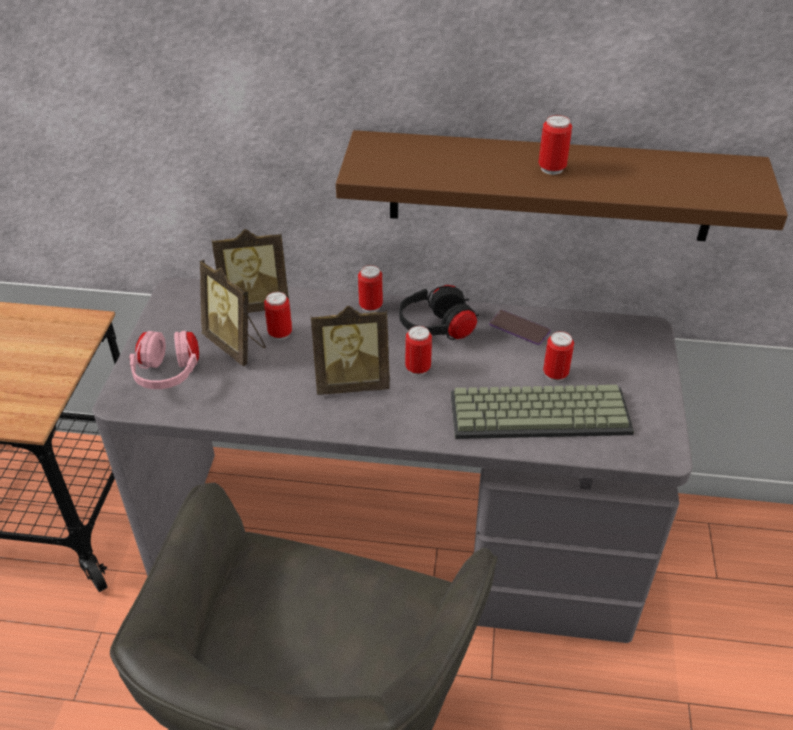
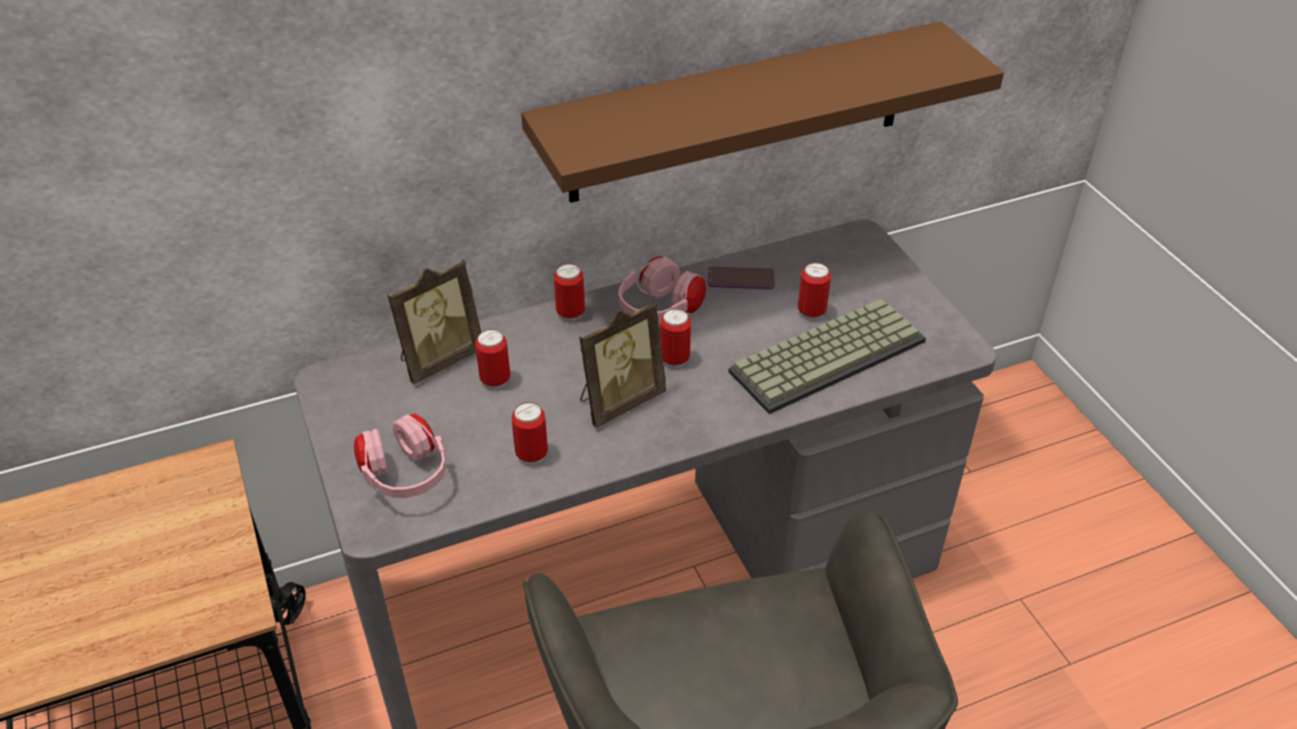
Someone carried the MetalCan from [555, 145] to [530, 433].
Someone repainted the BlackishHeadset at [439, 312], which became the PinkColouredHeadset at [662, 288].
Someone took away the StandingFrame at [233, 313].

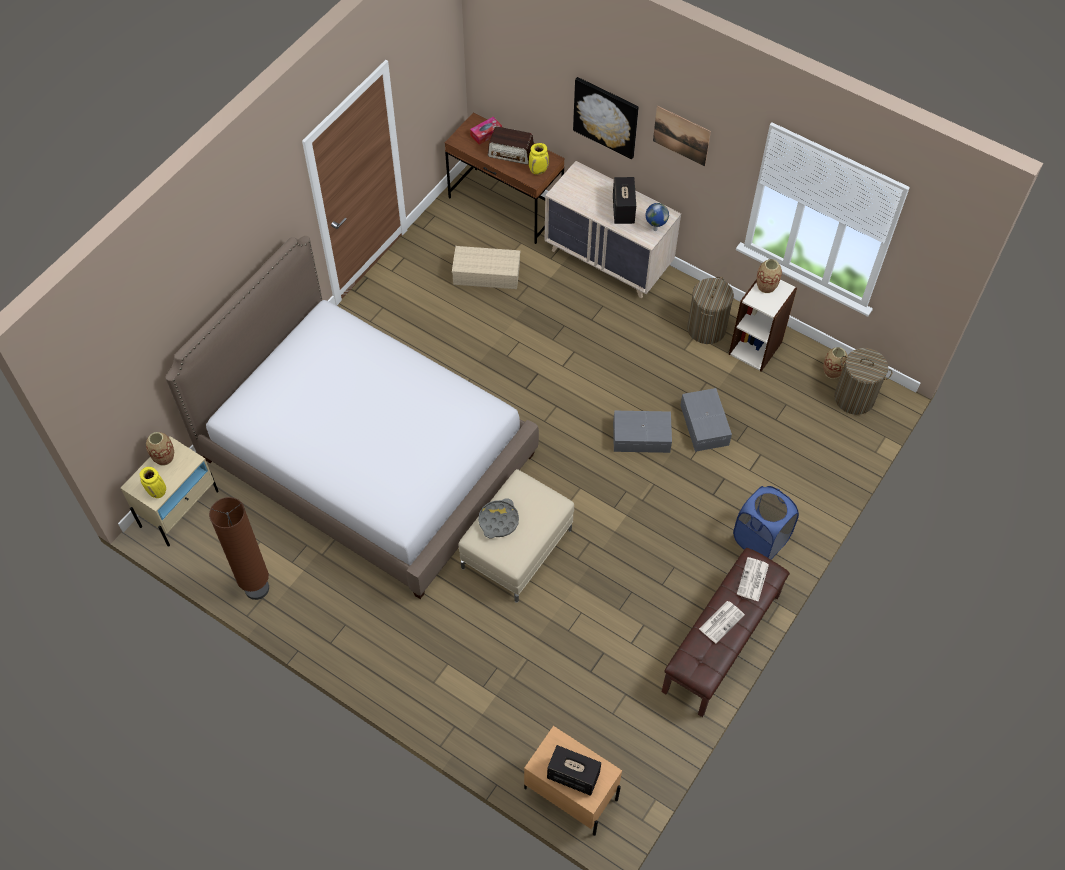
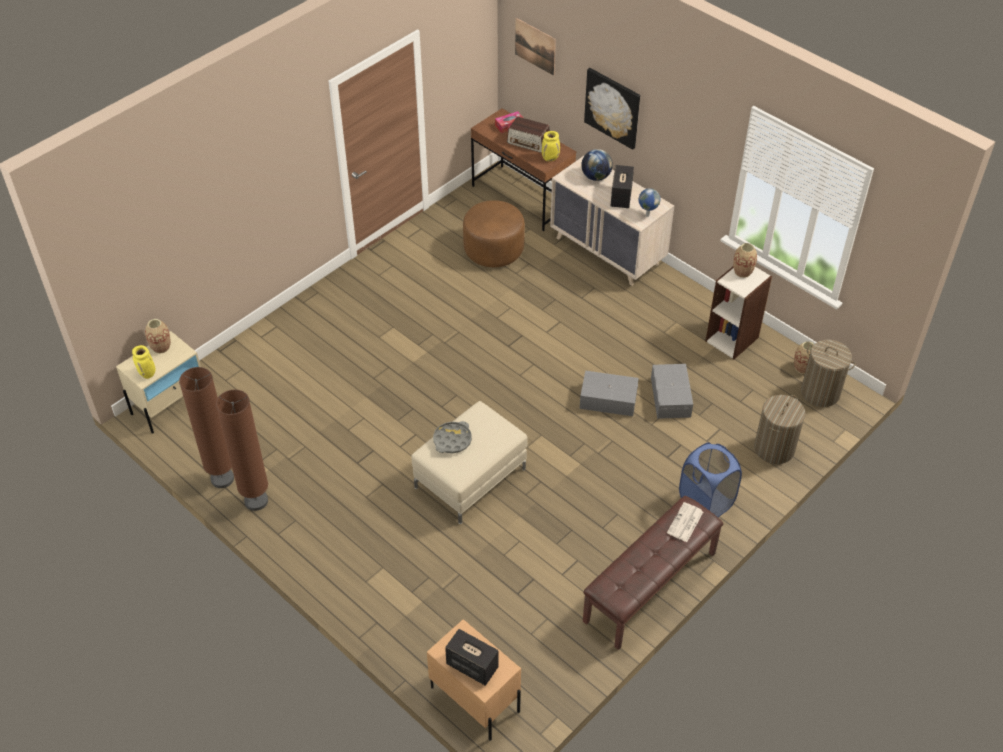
Someone put down the BrownColouredStandardLamp at [242, 450].
Someone swapped the BeigeStorageBox at [486, 267] for the BrownColouredPouffe at [494, 233].
Someone carried the WallArt from [682, 136] to [535, 47].
Someone put down the WorldGlobe at [597, 165].
Someone carried the LaundryBasket from [710, 310] to [779, 429].
Someone took away the SleepingBed at [352, 417].
Someone took away the DailyPaper at [722, 622].

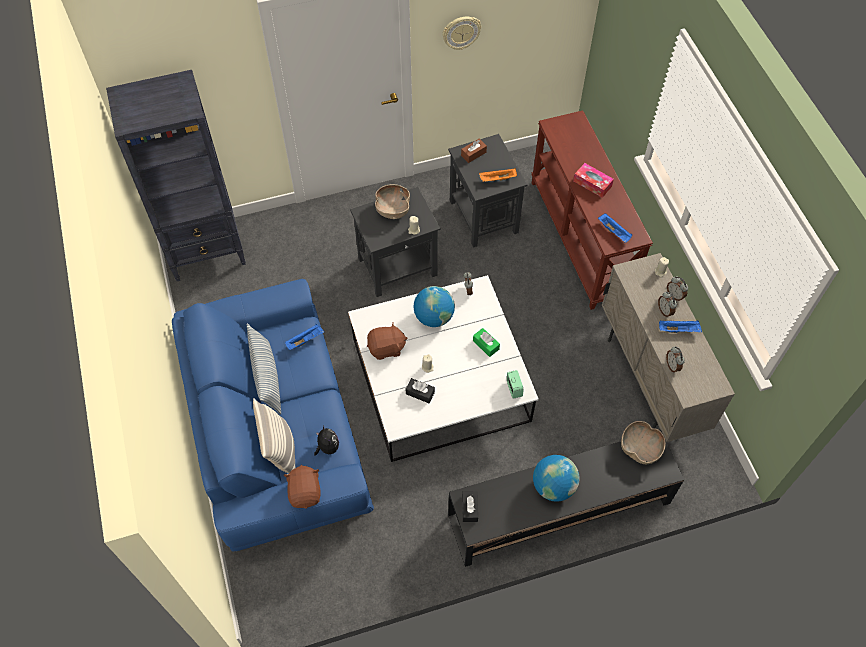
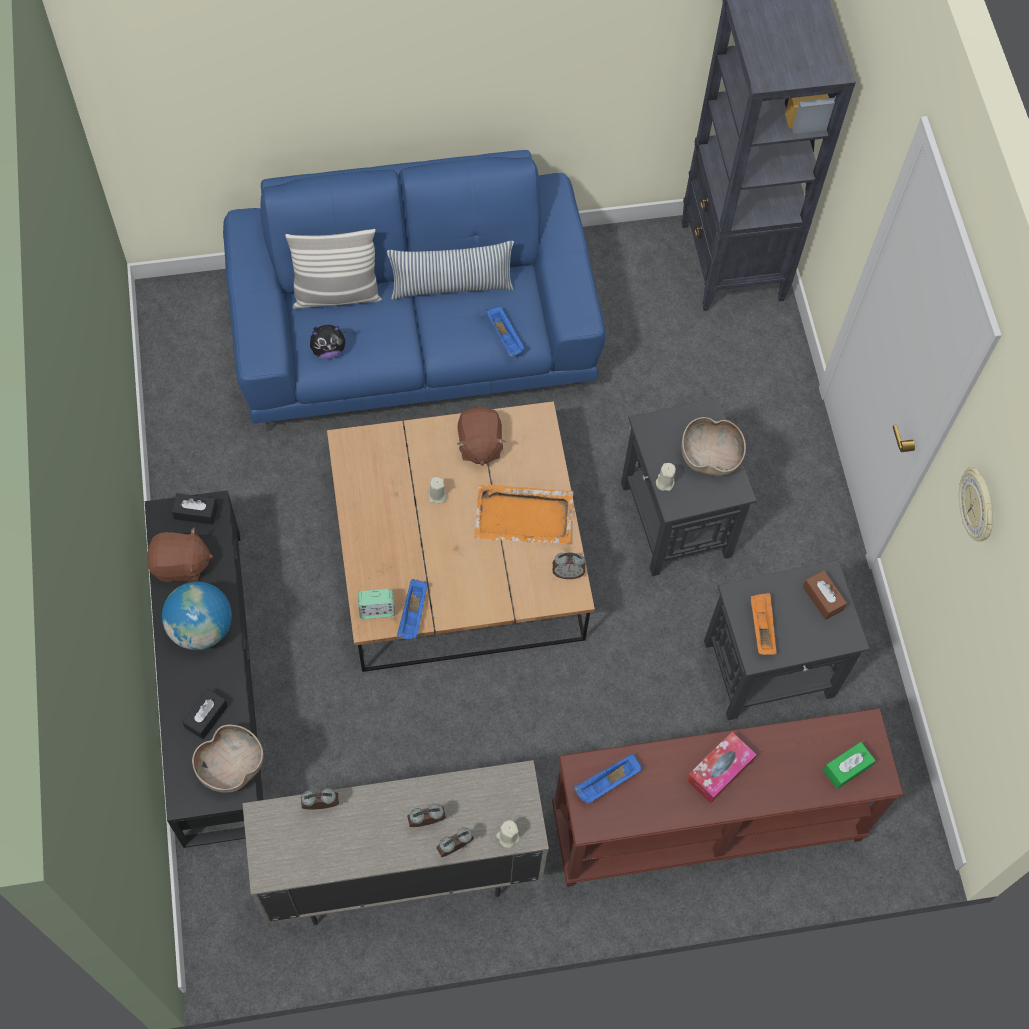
Someone carried the BrownColouredPlushToy from [302, 487] to [180, 554].
Someone carried the BlackishTissueBox from [420, 390] to [205, 714].
Someone repainted the WhiteColouredLowTable at [443, 368], which became the BrownColouredLowTable at [461, 536].
Someone carried the BlueTray from [680, 326] to [412, 609].
Someone swapped the WorldGlobe at [434, 306] for the OrangeyTray at [524, 514].
Someone carried the GreenTissueBox from [486, 342] to [849, 765].

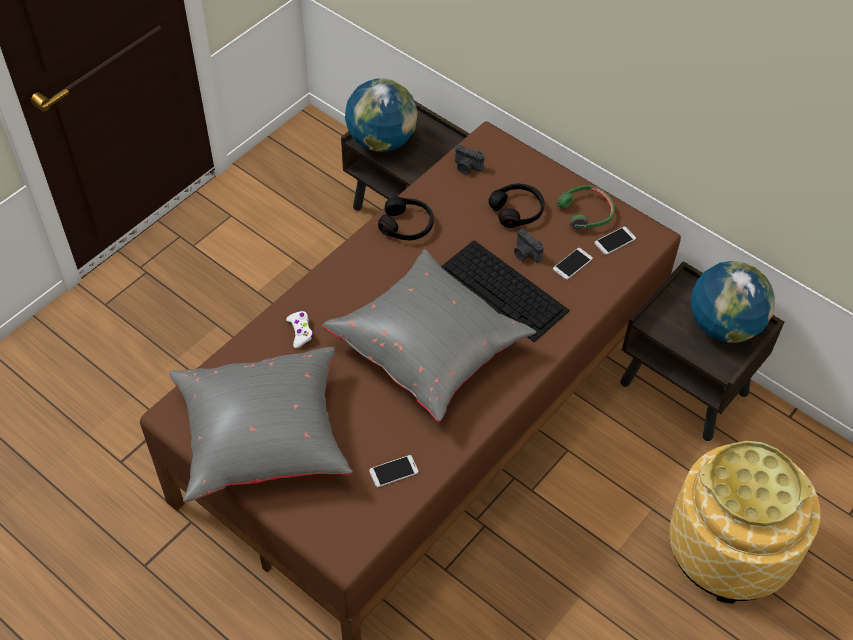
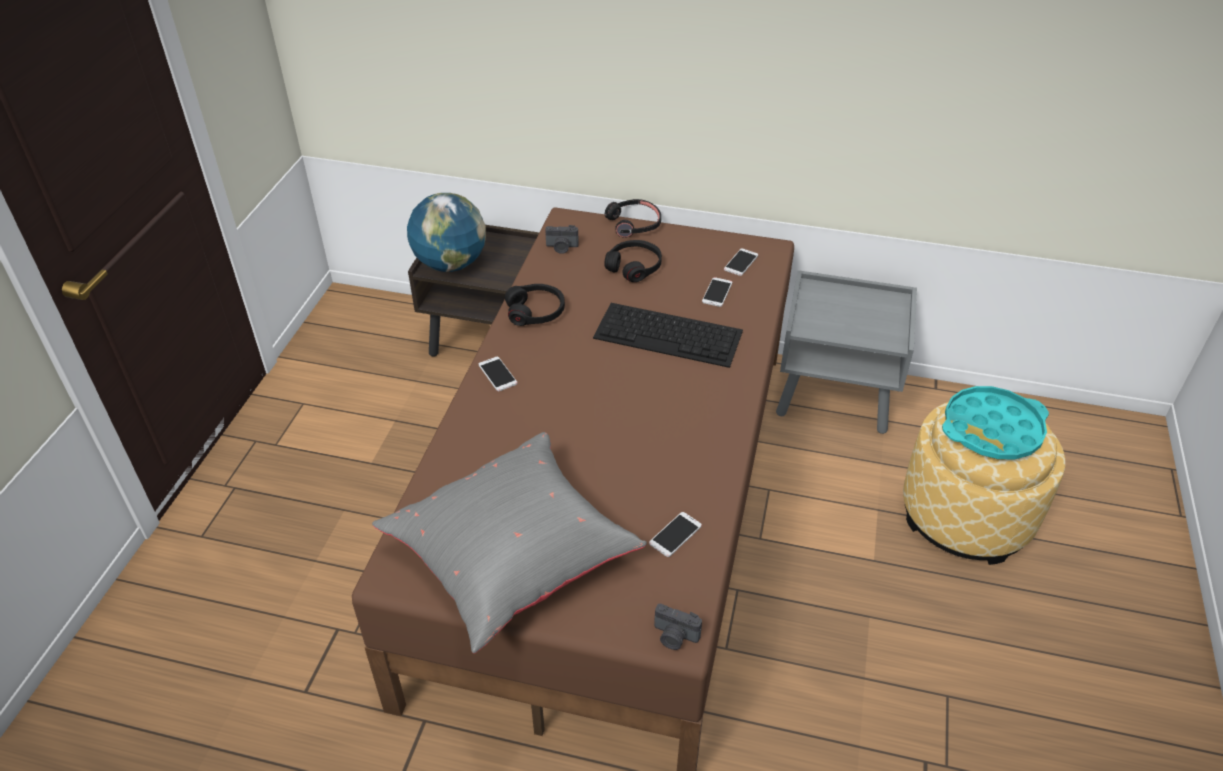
Someone put down the Telephone at [498, 374].
Someone put down the BlackishHeadset at [633, 218].
Someone carried the StillCamera from [529, 246] to [678, 627].
Someone repainted the BrownColouredNightstand at [702, 351], which became the GreyishNightstand at [846, 352].
Someone repainted the YellowColouredTray at [756, 483], which became the TurquoiseTray at [995, 422].
Someone took away the WhiteColouredGamepad at [299, 329].
Someone took away the GreyishCushion at [429, 335].
Someone took away the GreenHeadset at [585, 208].
Someone took away the WorldGlobe at [733, 302].

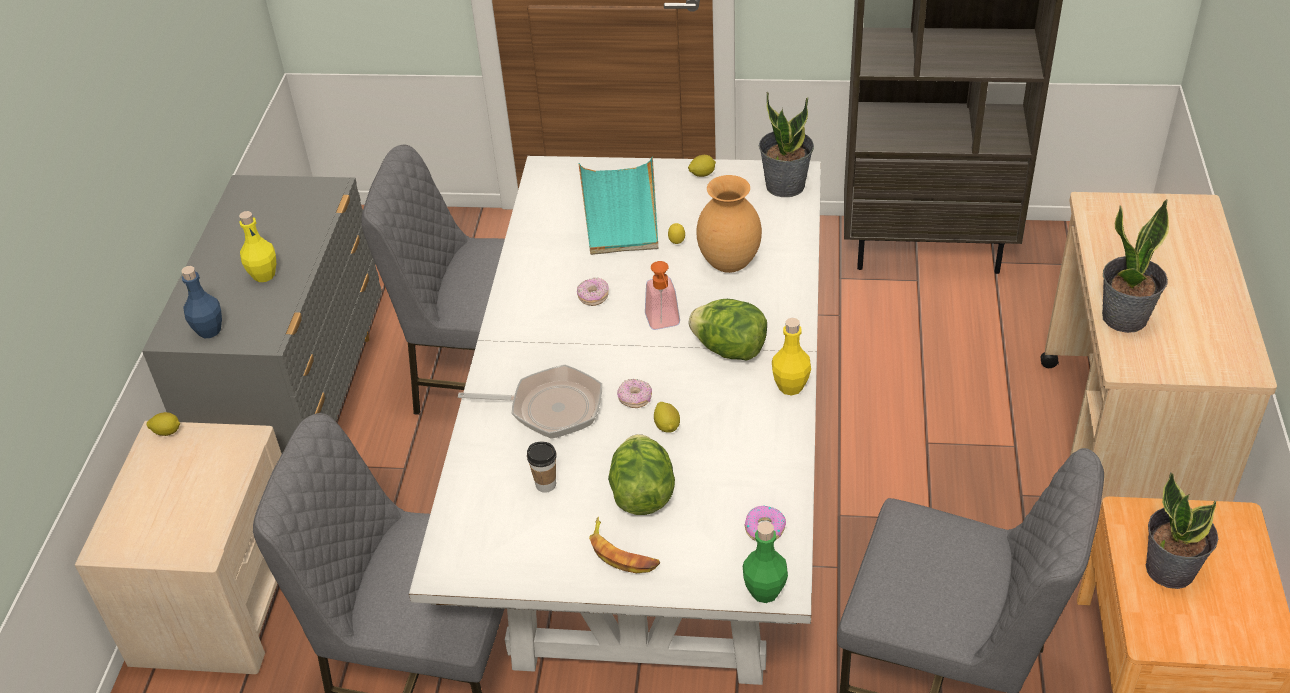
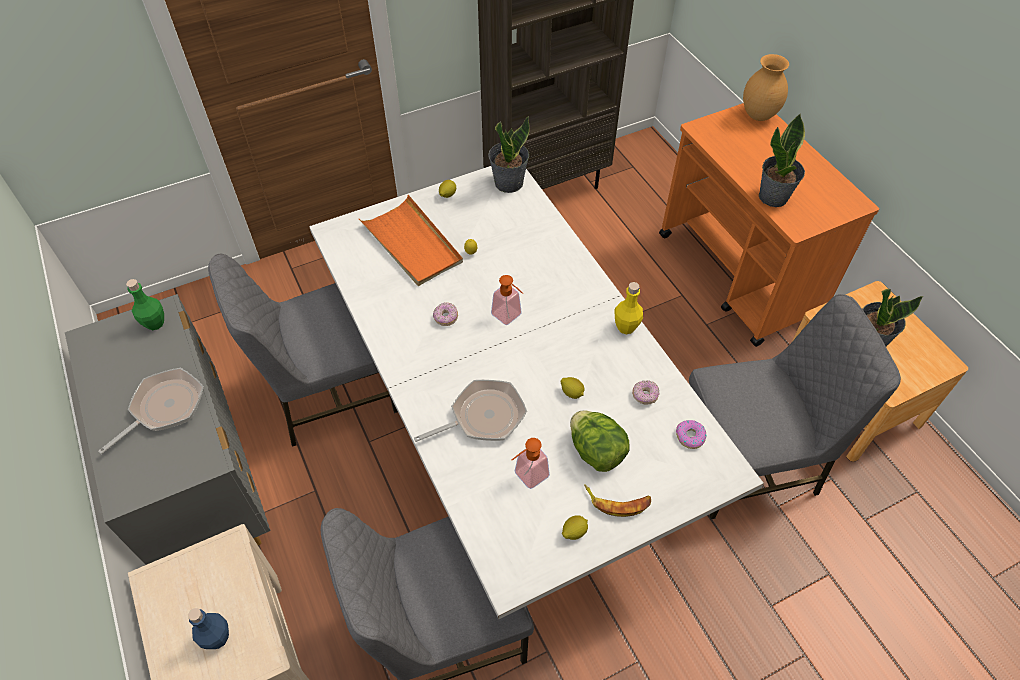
Someone swapped the YellowColouredBeverageBottle at [257, 246] for the Pan at [151, 411].
Someone carried the GreenBeverageBottle from [765, 562] to [145, 304].
Someone carried the BlueBeverageBottle from [201, 302] to [208, 628].
Someone repainted the TurquoiseTray at [618, 206], which became the OrangeyTray at [411, 240].
Someone swapped the Cup at [541, 467] for the SoapBottle at [531, 463].
Someone carried the Lemon from [163, 424] to [575, 527].
Someone carried the Donut from [634, 393] to [645, 392].
Someone repainted the BeigeWheeledCart at [1158, 350], which became the OrangeyWheeledCart at [769, 225].
Someone carried the BrownColouredVase from [729, 224] to [766, 87].
Someone took away the Lettuce at [728, 330].

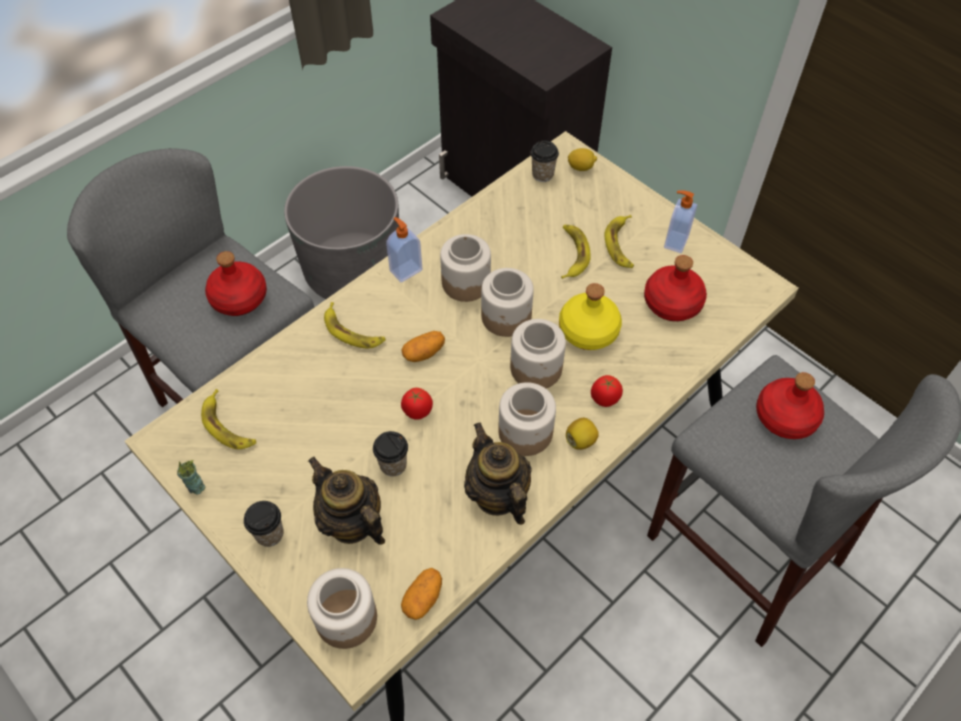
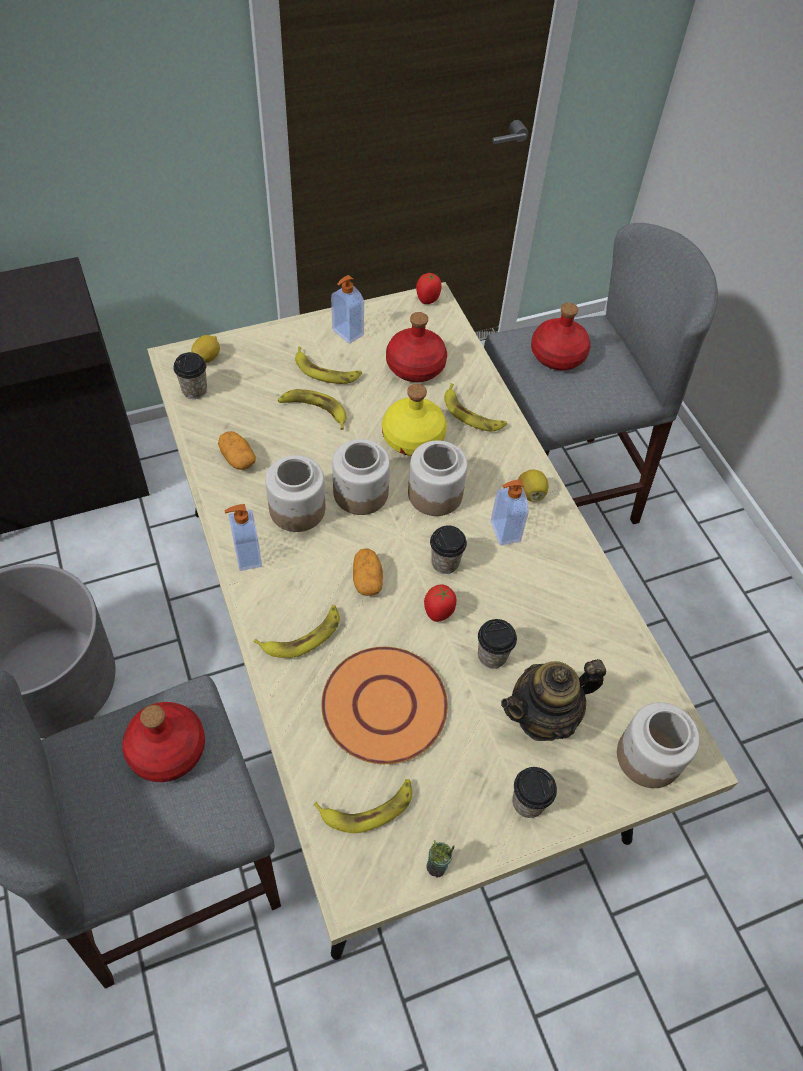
Someone carried the Potato from [421, 594] to [237, 450].
Someone put down the OrangeyFlatDish at [384, 705].
Someone carried the Tomato from [607, 391] to [429, 288].
Someone put down the Cup at [448, 549].
Someone put down the BananaFruit at [475, 407].
Someone swapped the Jar at [527, 419] for the SoapBottle at [510, 512].
Someone took away the TeaPot at [498, 474].

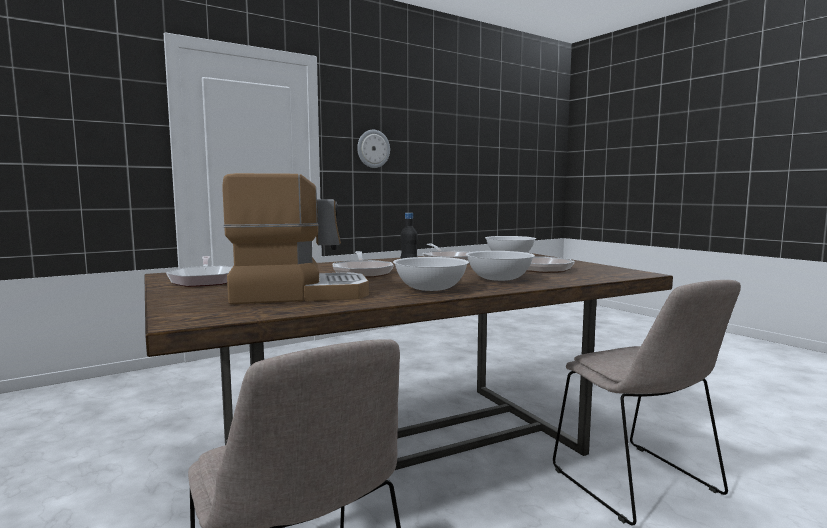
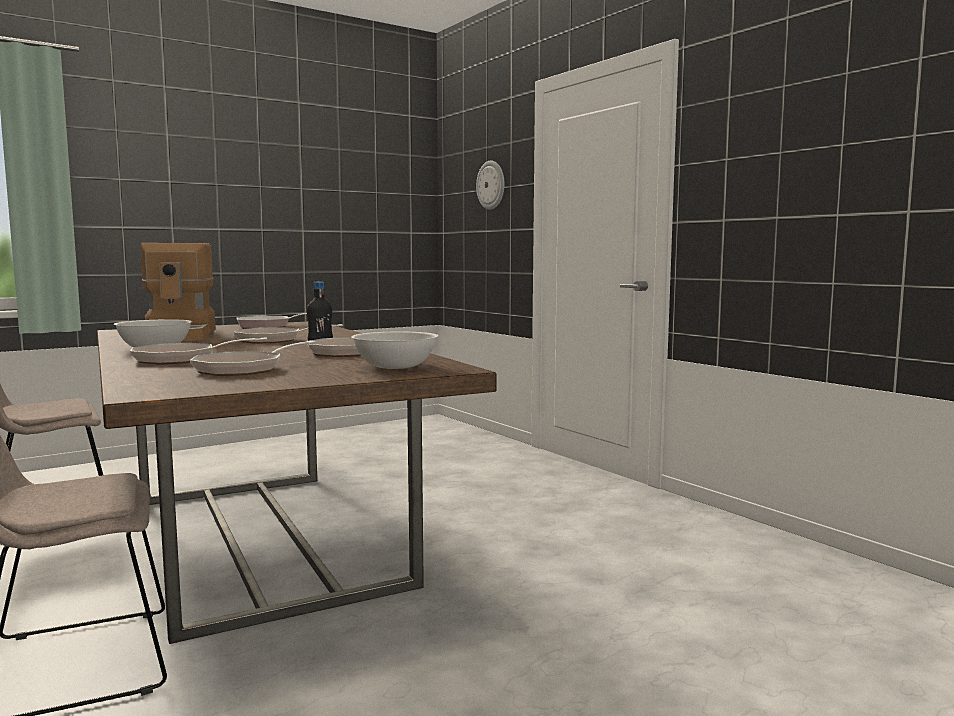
Someone swapped the WhiteColouredDeepDish at [500, 266] for the Pan at [199, 351].
Someone carried the WallClock from [373, 149] to [490, 185].

